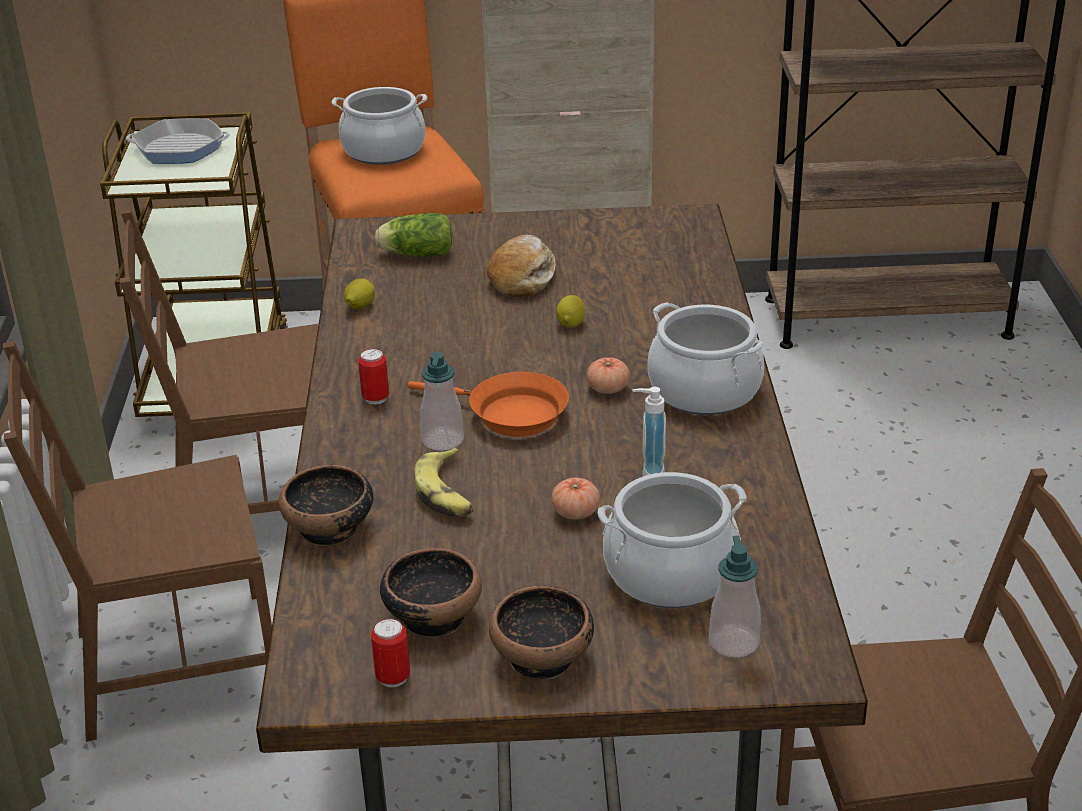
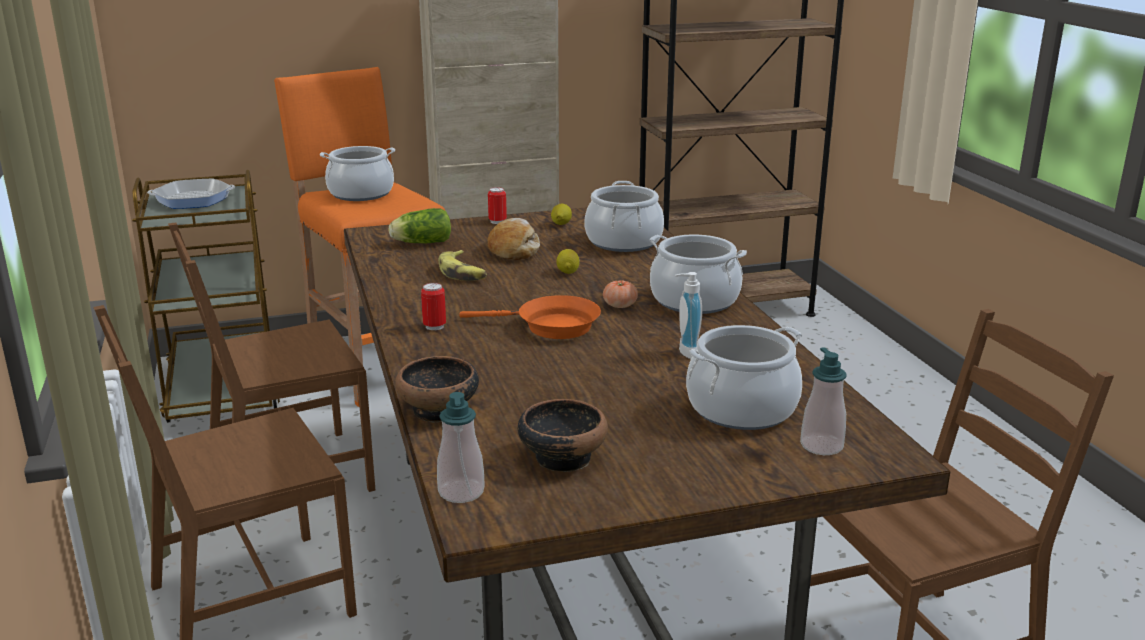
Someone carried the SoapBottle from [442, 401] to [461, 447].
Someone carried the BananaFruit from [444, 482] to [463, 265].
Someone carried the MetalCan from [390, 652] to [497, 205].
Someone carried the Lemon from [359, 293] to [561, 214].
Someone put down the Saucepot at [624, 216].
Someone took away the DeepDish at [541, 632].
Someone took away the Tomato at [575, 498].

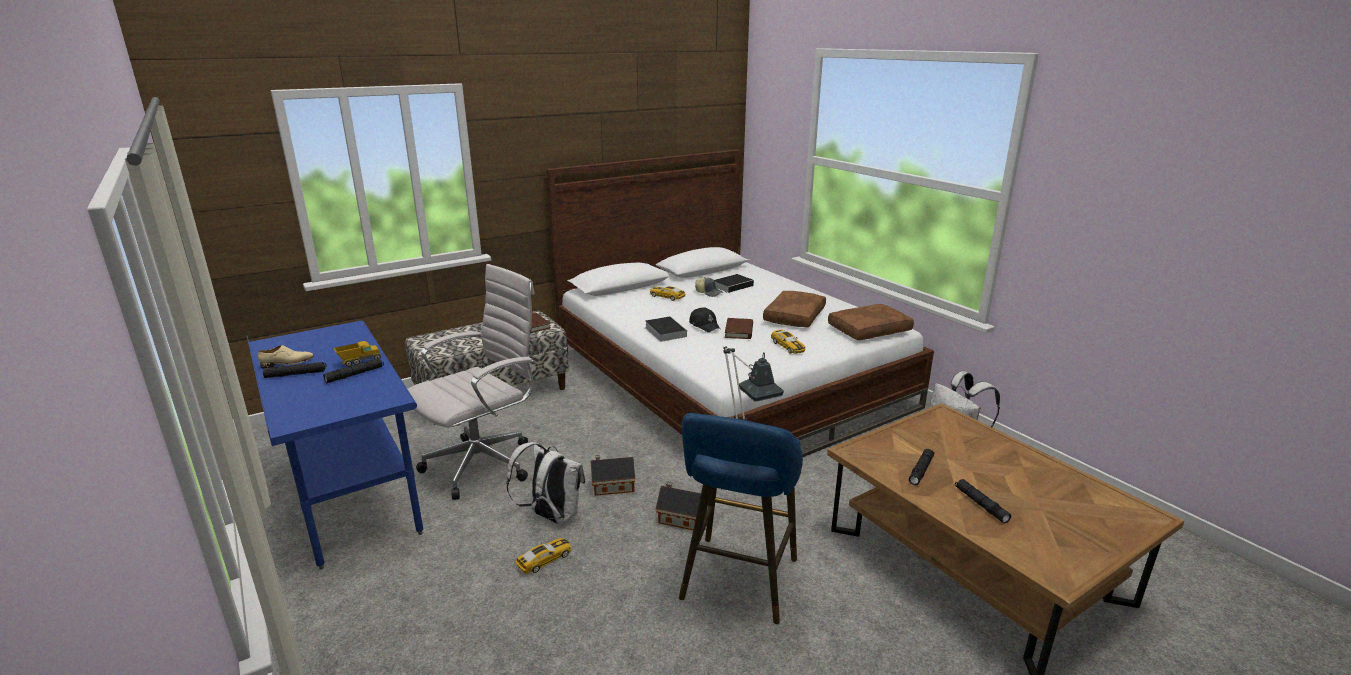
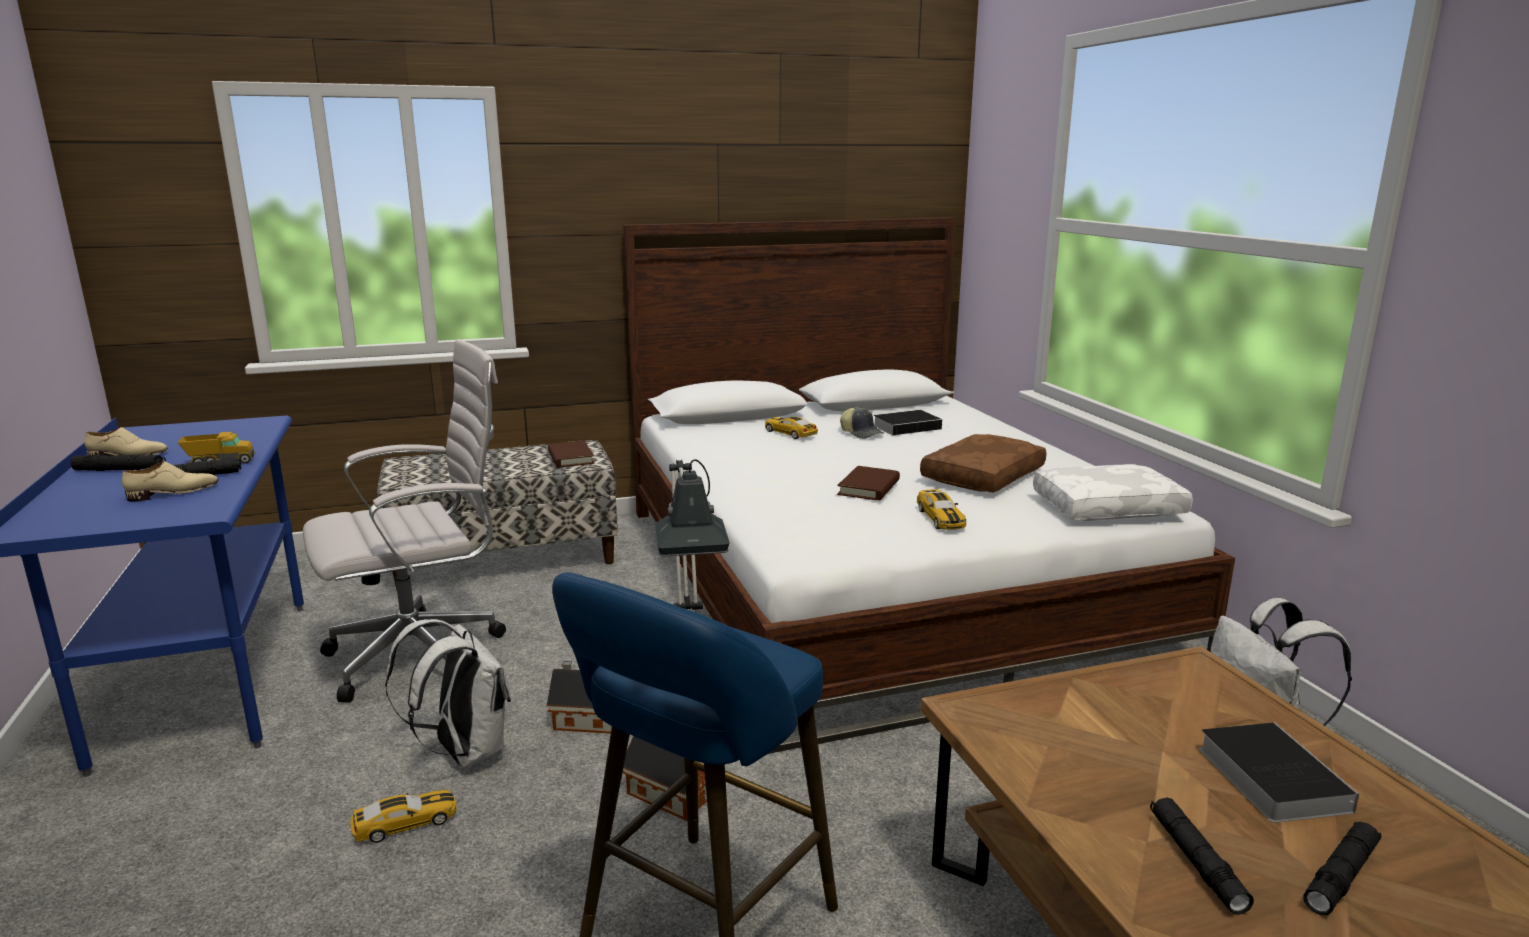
Someone put down the BeigeLowShoe at [170, 481].
Someone repainted the BrownColouredCushion at [871, 322], which became the WhiteColouredCushion at [1113, 492].
Someone carried the Volume from [666, 329] to [1279, 772].
Someone carried the BlackishFlashlight from [922, 467] to [1342, 868].
Someone took away the BlackishPeakedCap at [704, 319].

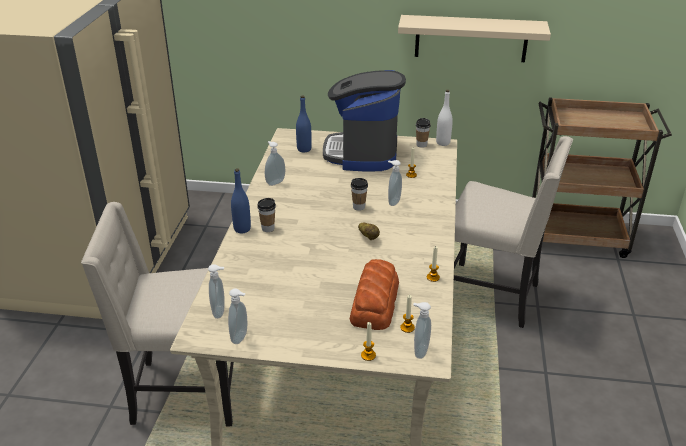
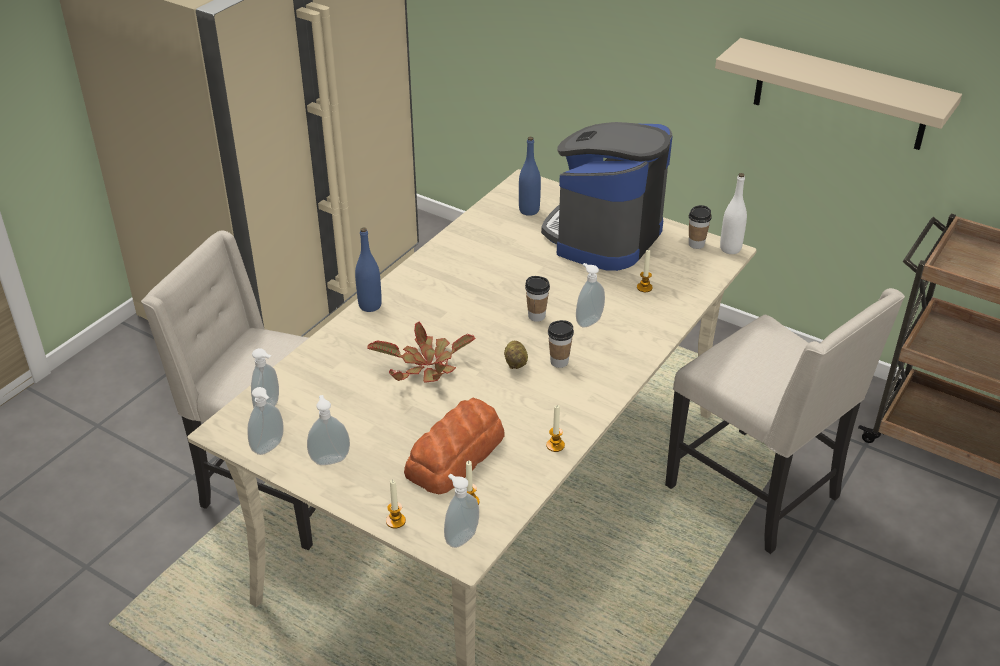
Someone carried the SoapBottle from [275, 163] to [328, 430].
Someone put down the PottedPlant at [421, 352].
Someone carried the Cup from [266, 215] to [561, 344].

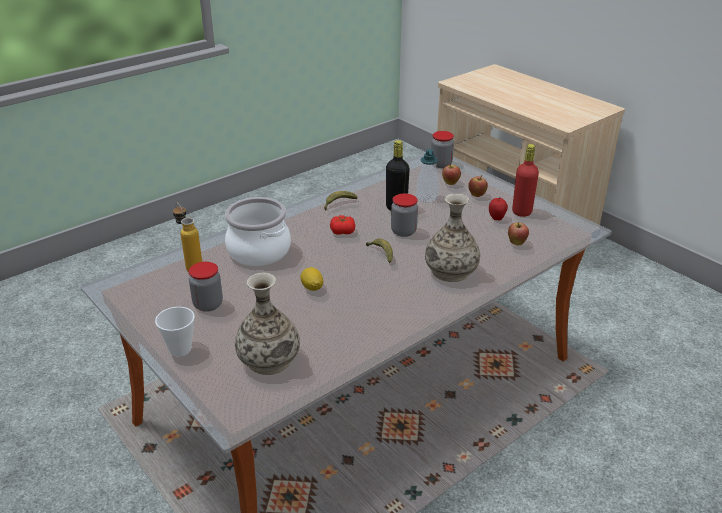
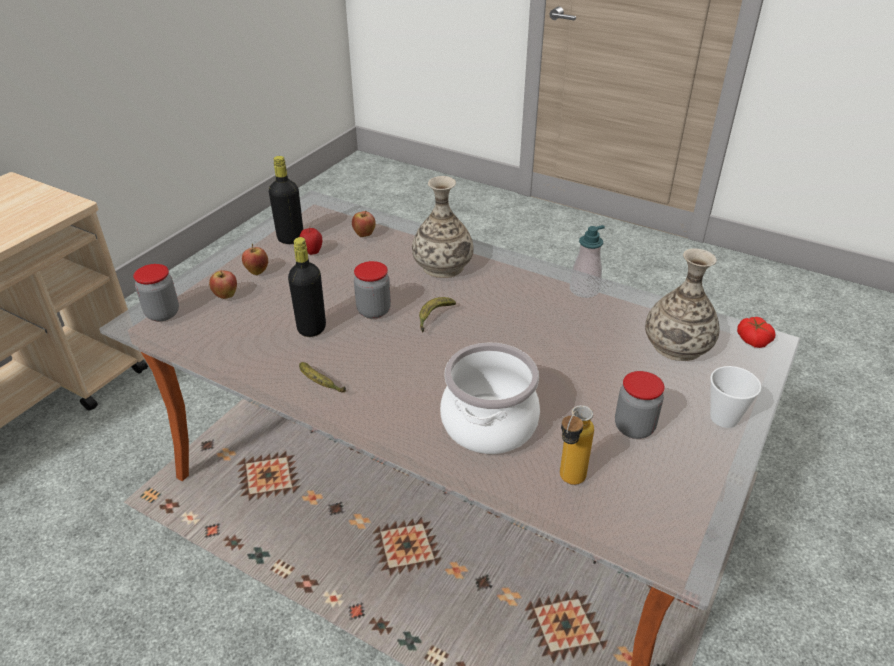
Someone repainted the RedBeverageBottle at [525, 180], which became the BlackishBeverageBottle at [286, 200].
Someone carried the SoapBottle from [427, 175] to [587, 261].
Someone carried the Tomato from [342, 225] to [756, 332].
Someone took away the Lemon at [312, 279].

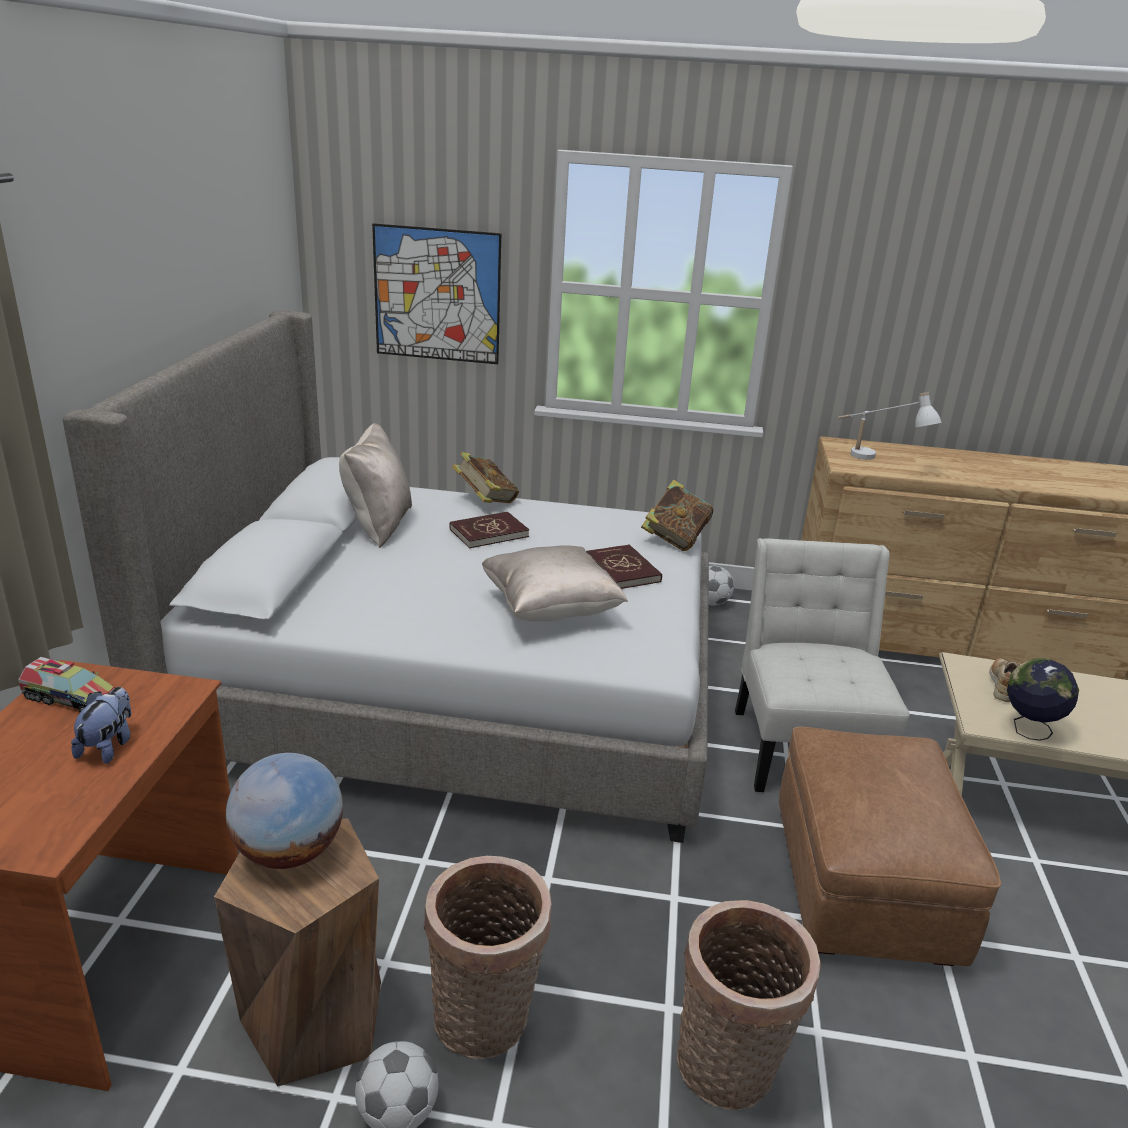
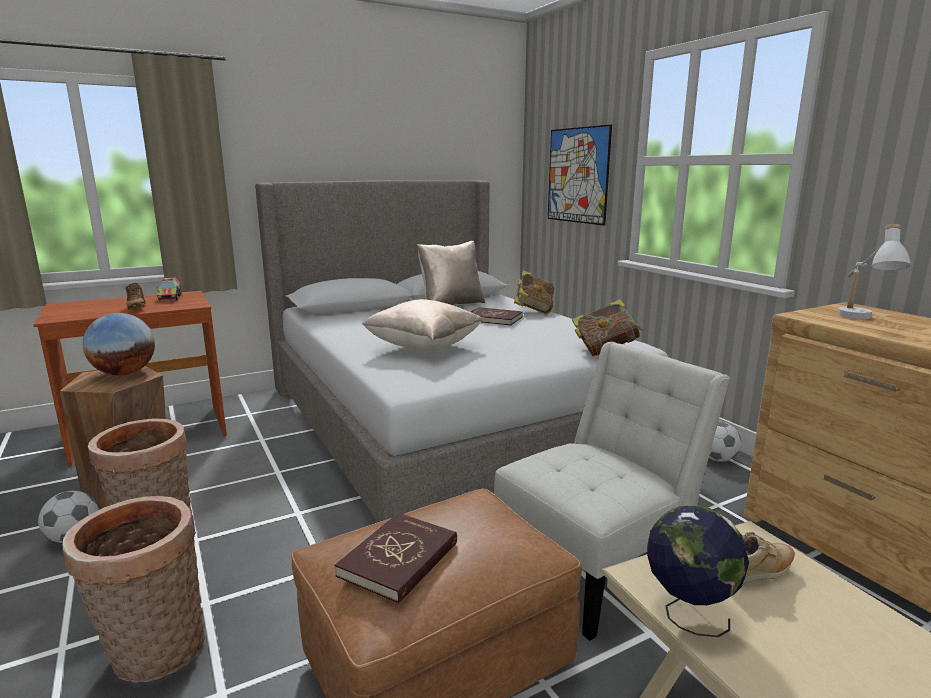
Someone swapped the PlushToy at [101, 725] for the BrownColouredLowShoe at [135, 296].
Someone carried the RedVolume from [624, 566] to [396, 558].

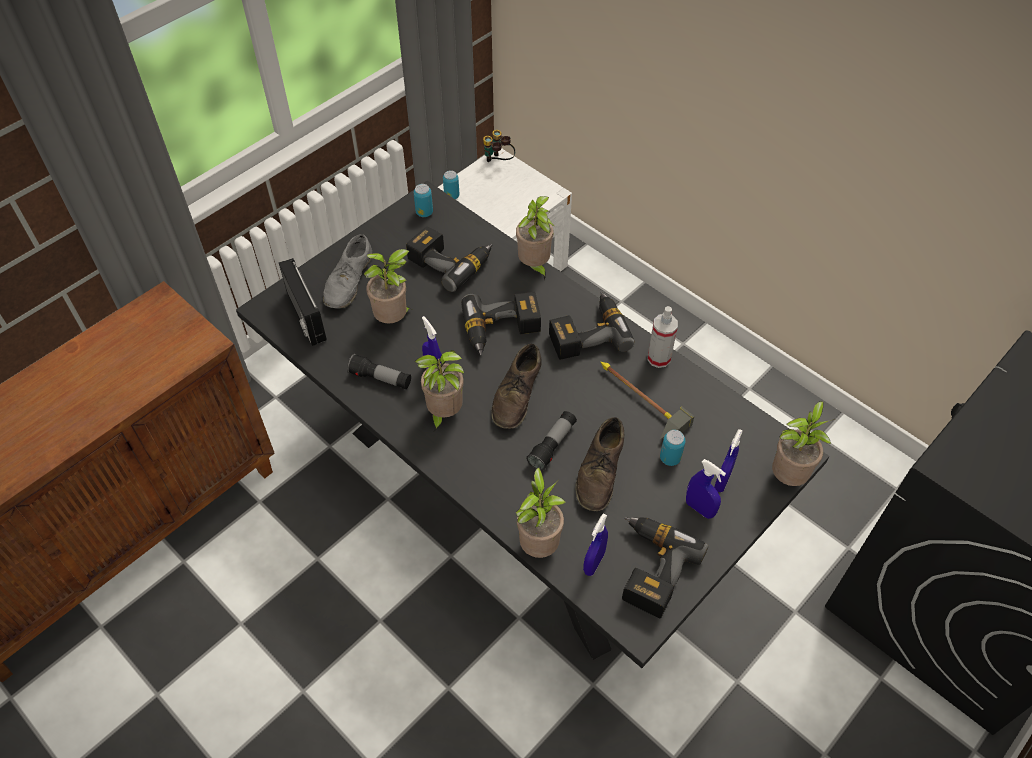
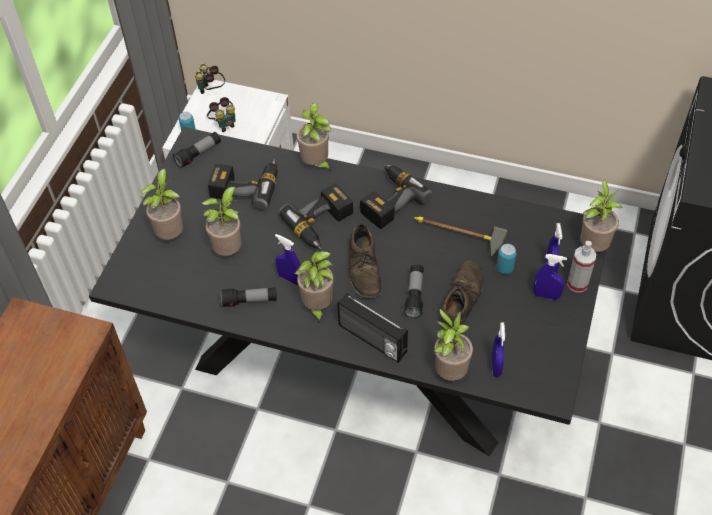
Someone swapped the GreyishLowShoe at [347, 271] for the PottedPlant at [161, 204].
Someone swapped the MetalCan at [423, 200] for the Flashlight at [197, 150].
Someone put down the FieldGlasses at [221, 114].
Someone carried the RadioReceiver from [303, 302] to [372, 328].
Someone rotated the BrownColouredLowShoe at [599, 464] by 150 degrees counterclockwise.
Someone carried the HandSprayer from [663, 337] to [582, 267].
Someone took away the PowerDrill at [665, 567].

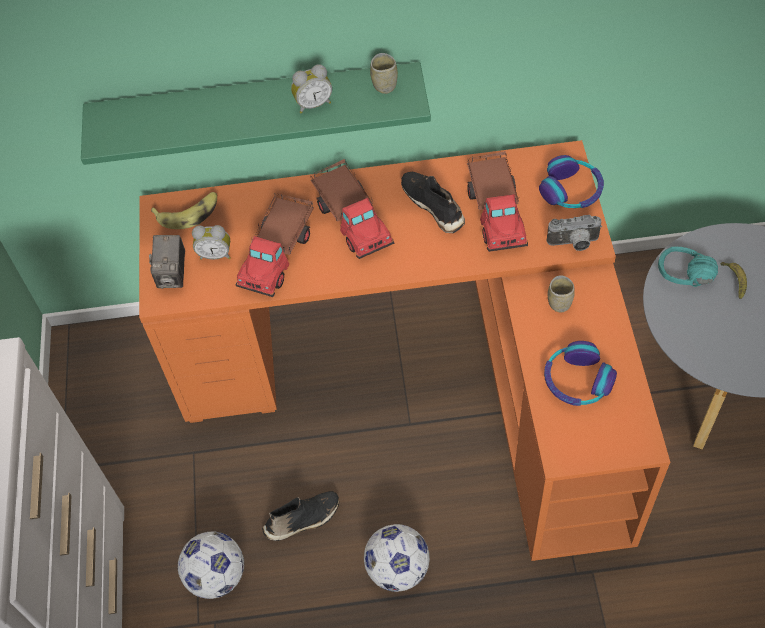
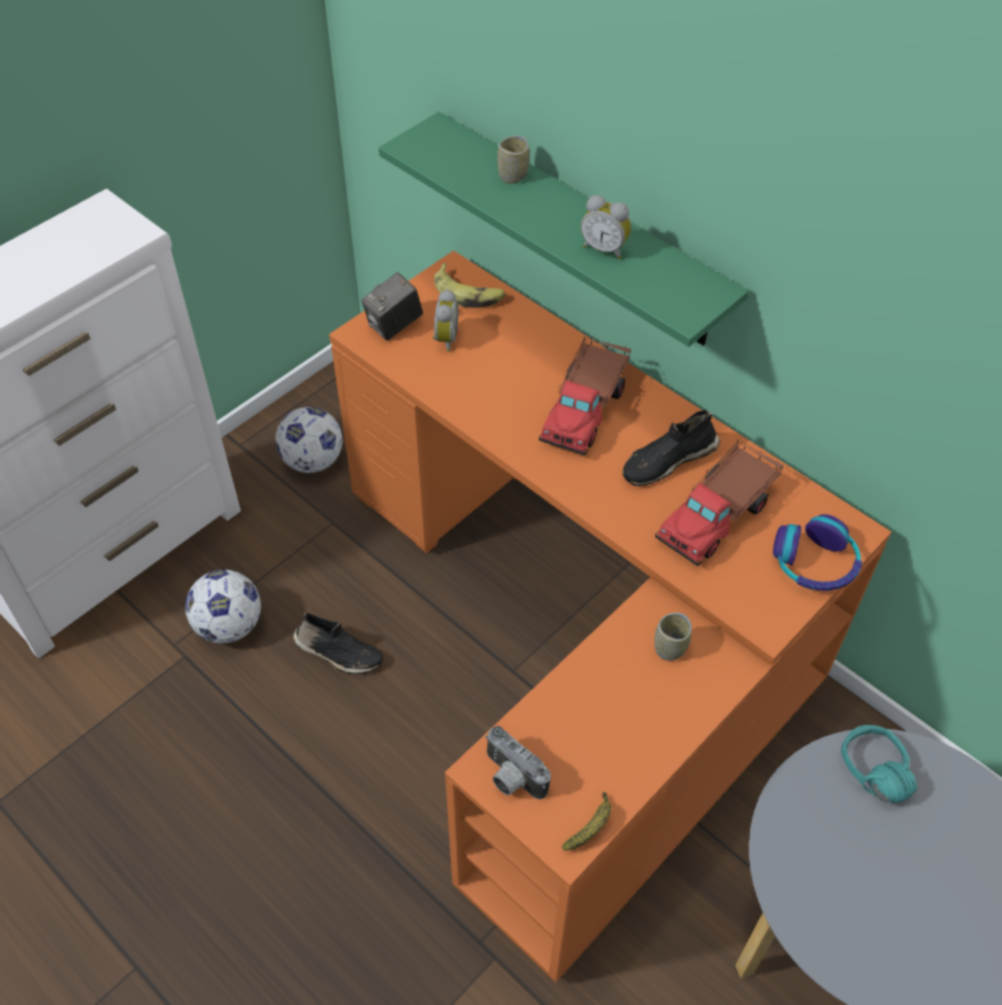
Someone carried the Football from [397, 558] to [308, 440].
Someone rotated the TableClock at [211, 242] by 135 degrees counterclockwise.
Someone carried the StillCamera from [574, 233] to [518, 762].
Someone carried the Cup from [384, 73] to [513, 160].
Someone carried the BananaFruit from [734, 280] to [586, 821].
Someone rotated the BlackishLowShoe at [433, 202] by 135 degrees counterclockwise.
Someone took away the ToyTruck at [274, 245].
Someone took away the Headset at [580, 373].

